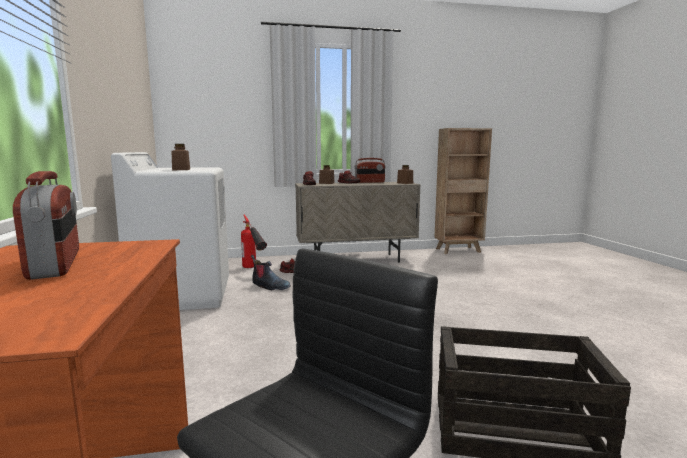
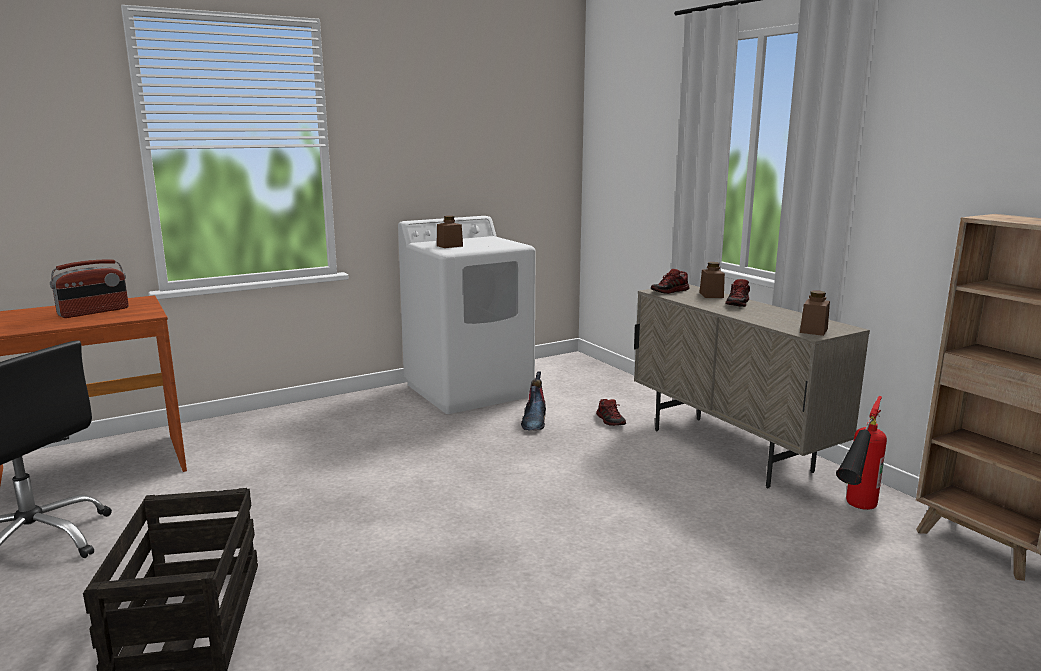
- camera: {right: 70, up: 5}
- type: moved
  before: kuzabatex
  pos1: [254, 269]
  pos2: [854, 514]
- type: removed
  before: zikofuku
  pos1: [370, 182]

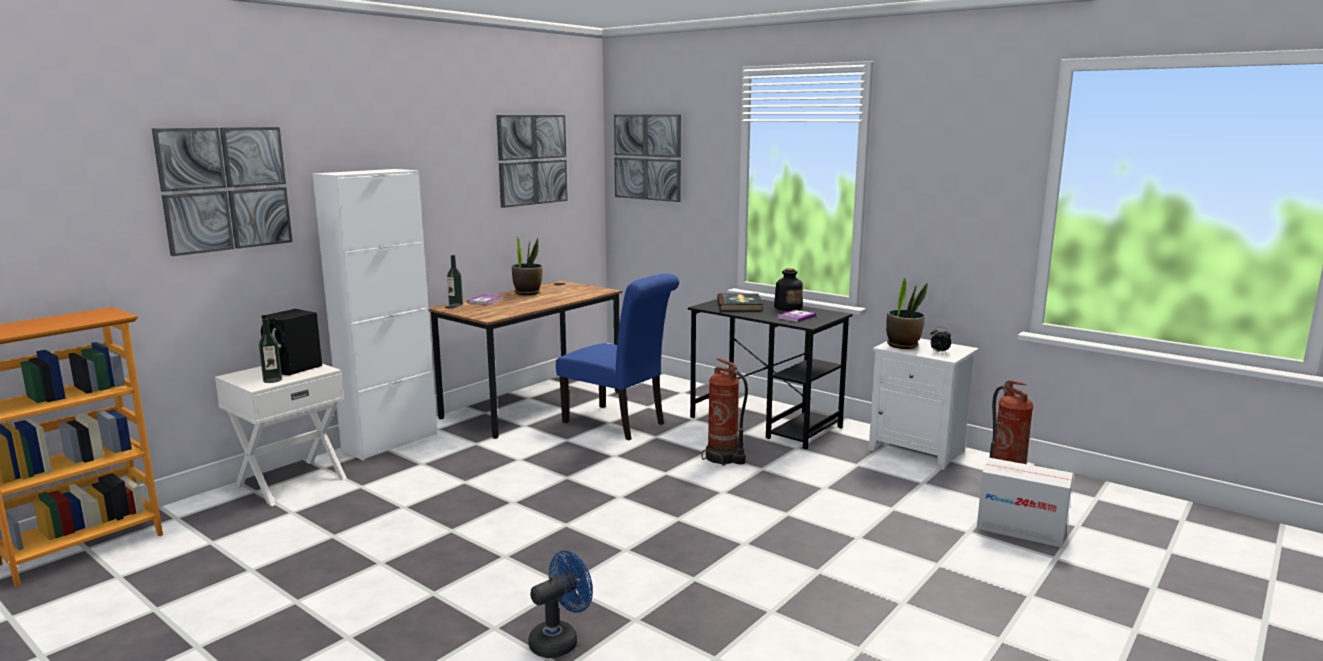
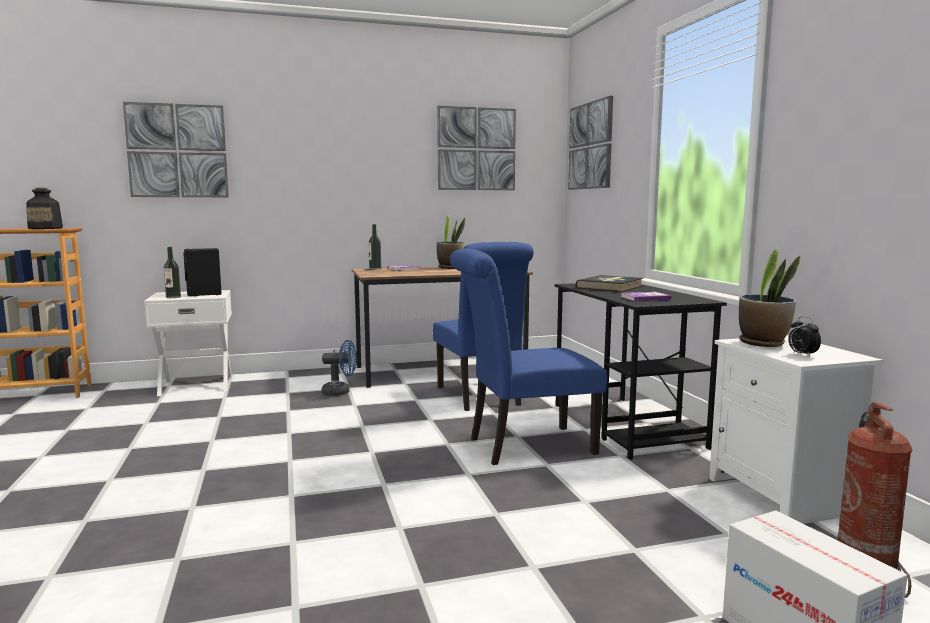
- camera: {right: 35, up: -5}
- type: removed
  before: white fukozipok
  pos1: [390, 442]
- type: moved
  before: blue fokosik
  pos1: [560, 640]
  pos2: [340, 392]
- type: replaced
  before: kuzabatex
  after: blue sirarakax
  pos1: [723, 459]
  pos2: [523, 446]
- type: moved
  before: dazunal
  pos1: [788, 307]
  pos2: [46, 228]

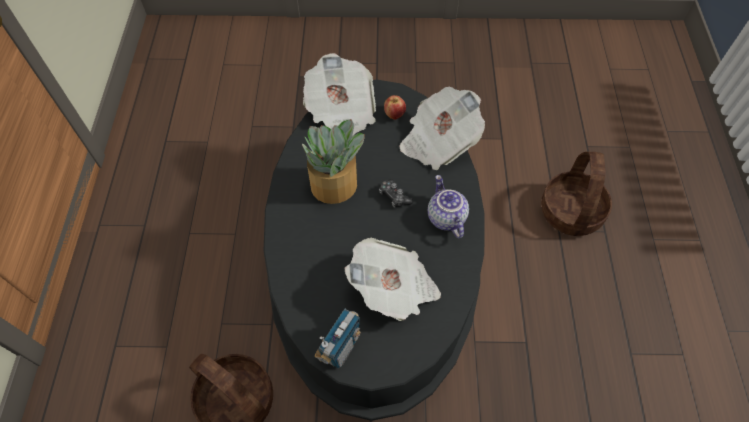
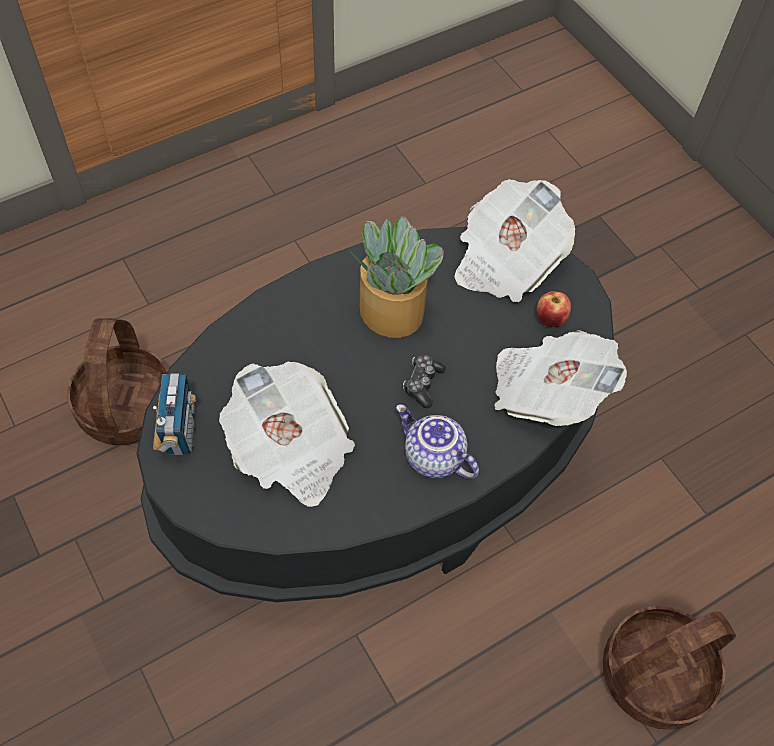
- camera: {right: 55, up: 0}
- type: turned
  before: zikofuku
  pos1: [340, 348]
  pos2: [179, 433]
  turn: -90
- type: turned
  before: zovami
  pos1: [445, 217]
  pos2: [432, 457]
  turn: -90

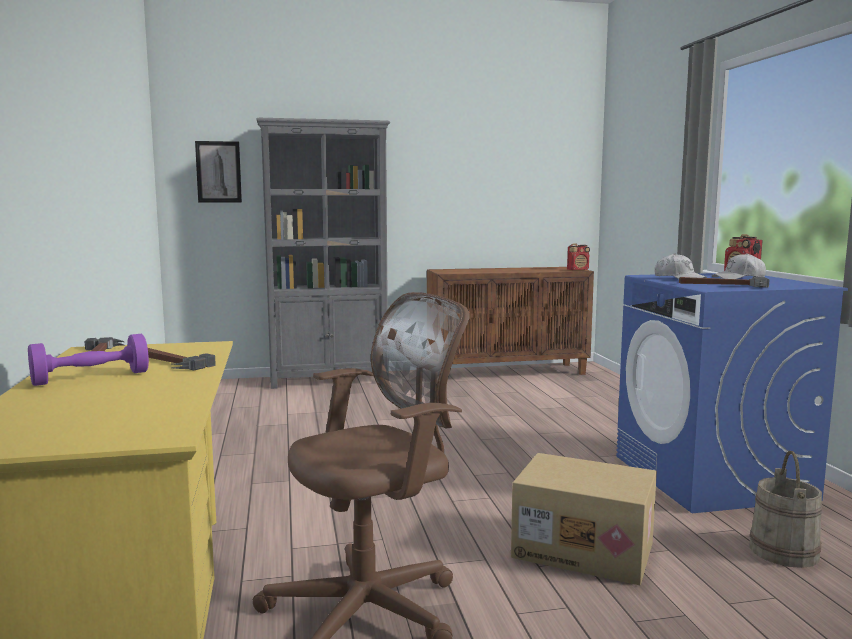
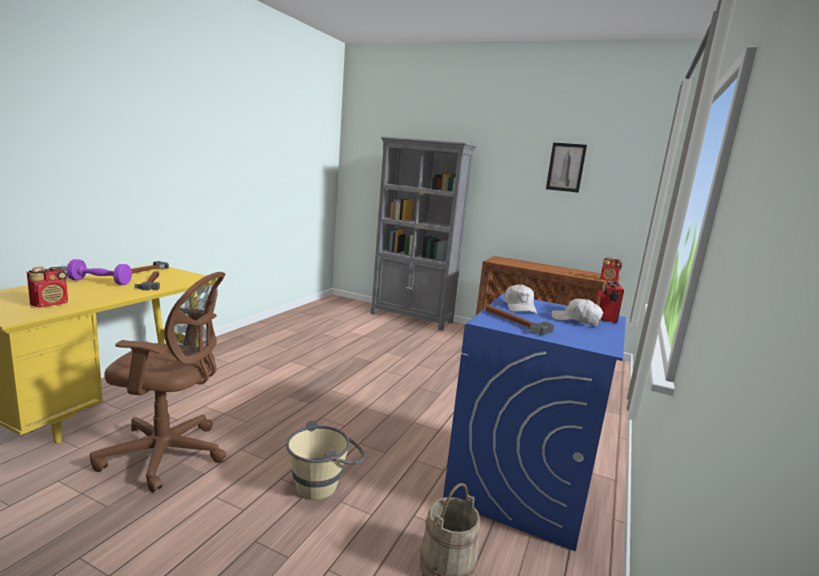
- camera: {right: 35, up: 5}
- type: moved
  before: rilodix
  pos1: [218, 172]
  pos2: [566, 167]
- type: replaced
  before: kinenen
  after: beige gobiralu
  pos1: [584, 549]
  pos2: [324, 484]
- type: added
  after: zikofuku
  pos2: [50, 304]

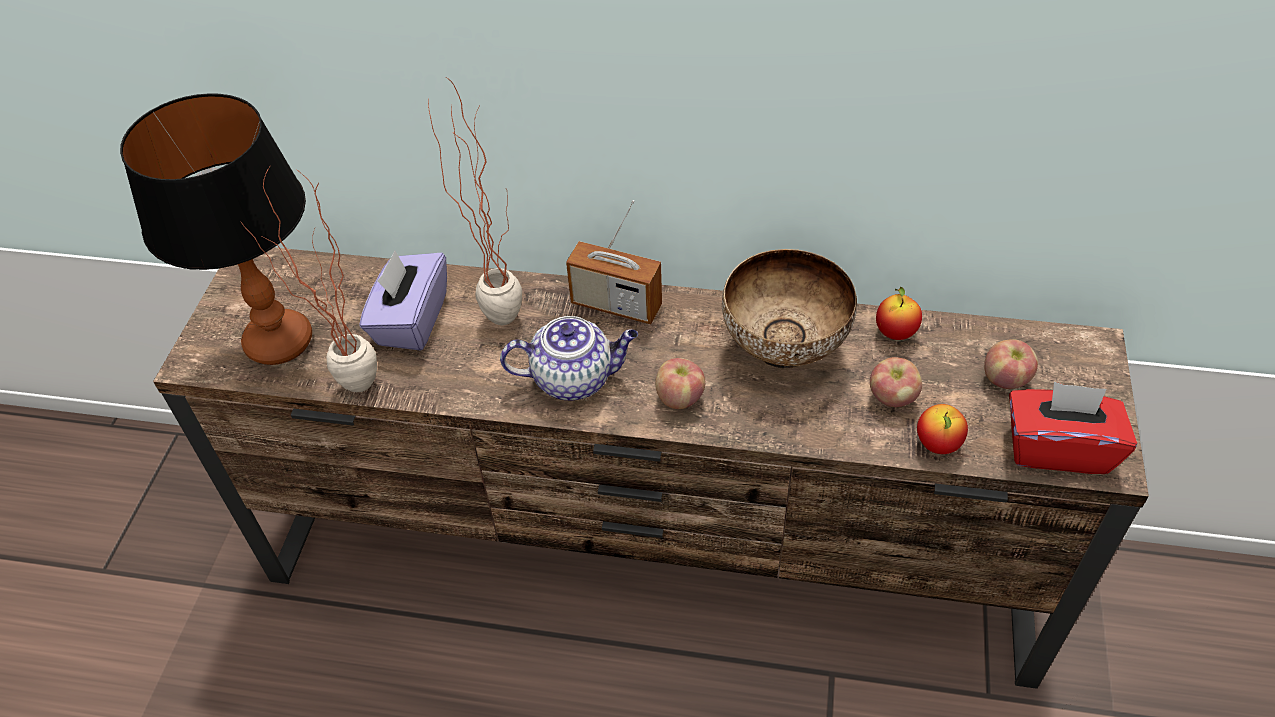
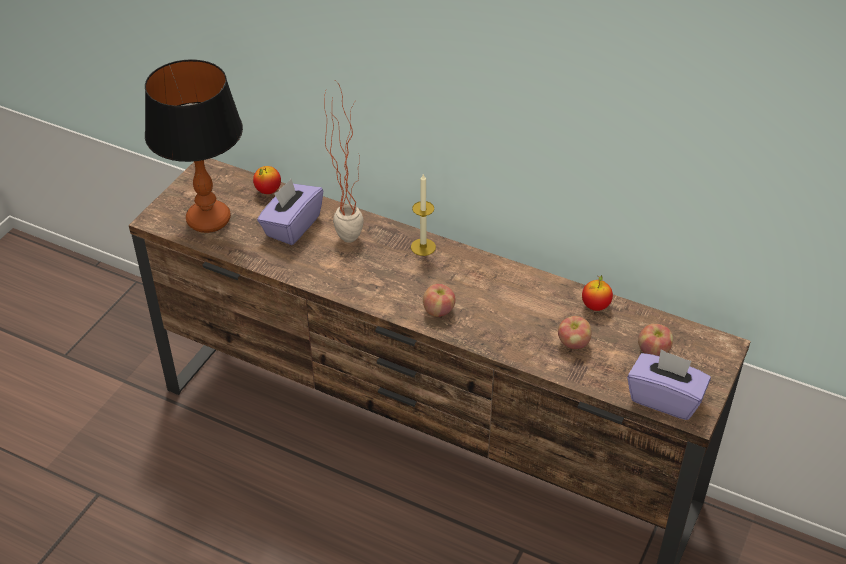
- camera: {right: 15, up: -5}
- type: removed
  before: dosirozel
  pos1: [348, 394]
- type: removed
  before: zovami
  pos1: [574, 378]
- type: replaced
  before: zikofuku
  after: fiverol
  pos1: [616, 305]
  pos2: [423, 247]
- type: removed
  before: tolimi
  pos1: [784, 350]
- type: moved
  before: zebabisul
  pos1: [937, 444]
  pos2: [268, 191]
- type: recoloured
  before: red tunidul
  after: purple tunidul
  pos1: [1057, 448]
  pos2: [665, 398]

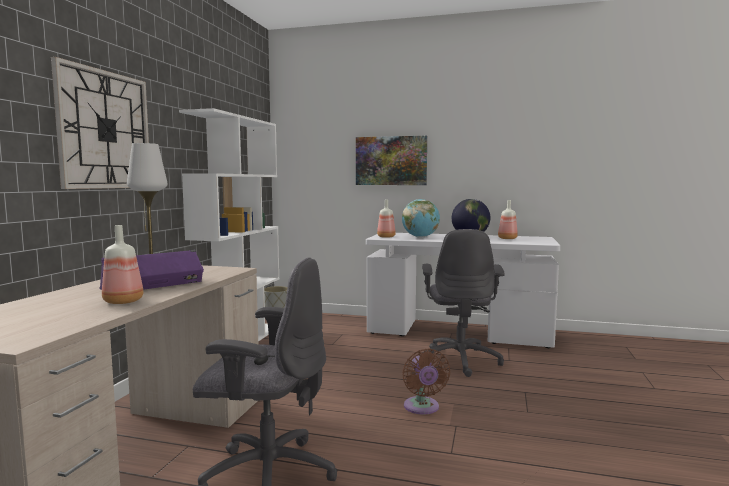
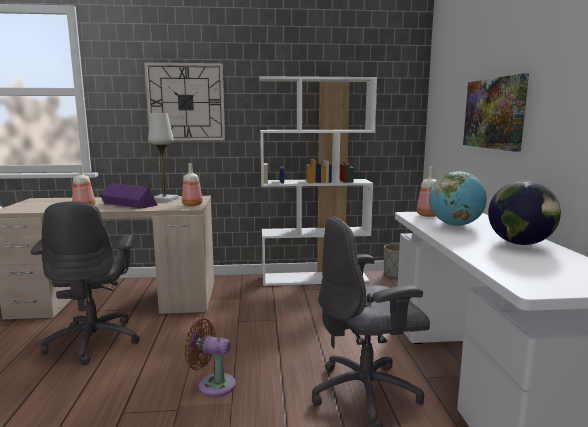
- camera: {right: 70, up: 5}
- type: turned
  before: brown fokosik
  pos1: [422, 408]
  pos2: [213, 384]
  turn: 45
- type: moved
  before: dazunal
  pos1: [506, 238]
  pos2: [192, 204]

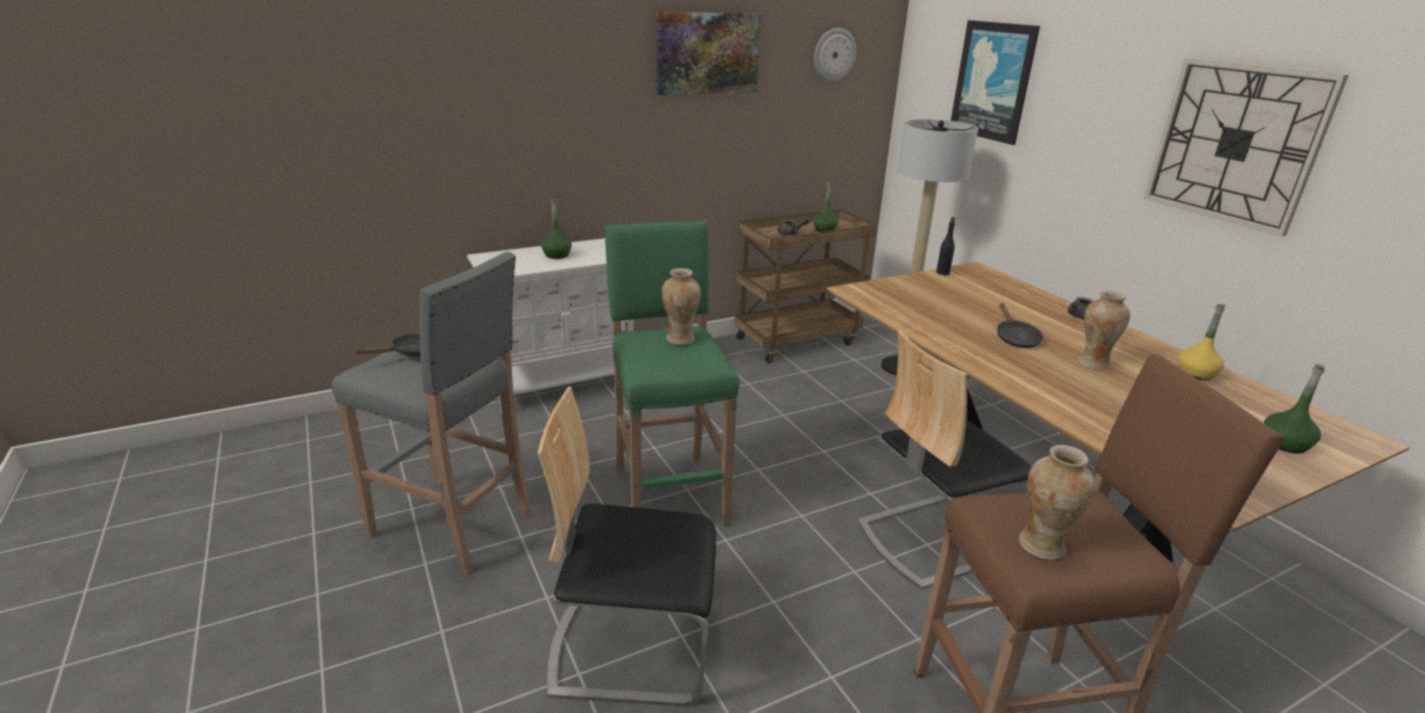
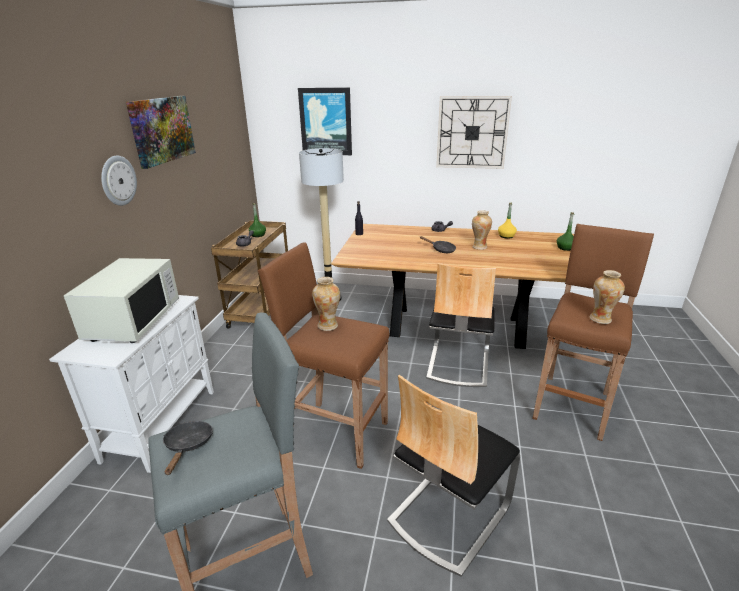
- camera: {right: -50, up: 0}
- type: replaced
  before: green dazunal
  after: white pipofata
  pos1: [557, 255]
  pos2: [134, 321]
- type: recoloured
  before: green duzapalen
  after: brown duzapalen
  pos1: [668, 493]
  pos2: [335, 432]
- type: moved
  before: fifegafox
  pos1: [834, 54]
  pos2: [118, 180]

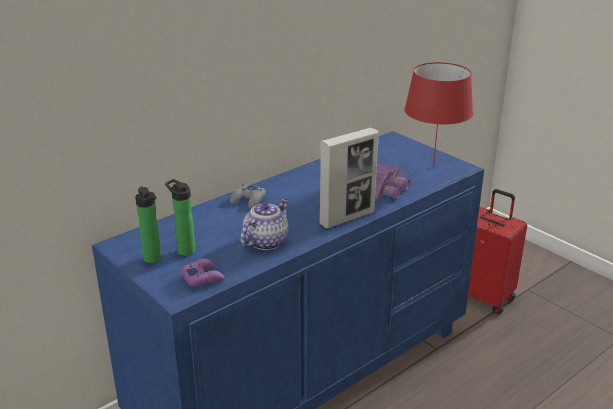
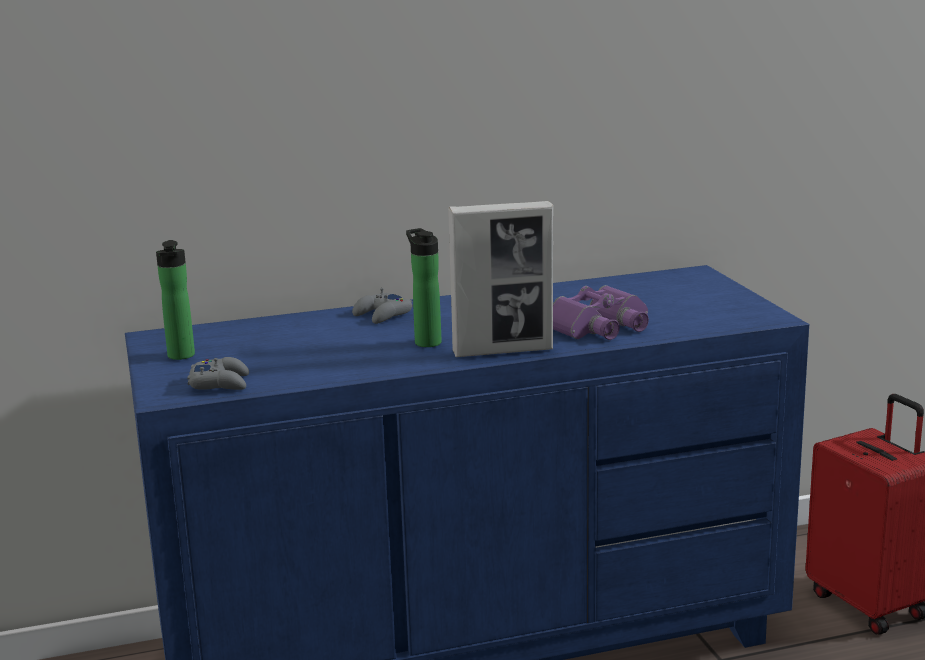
- camera: {right: 25, up: -10}
- type: moved
  before: dazunal
  pos1: [184, 250]
  pos2: [426, 342]
- type: recoloured
  before: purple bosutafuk
  after: grey bosutafuk
  pos1: [202, 278]
  pos2: [220, 383]
- type: removed
  before: zovami
  pos1: [266, 241]
- type: removed
  before: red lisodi
  pos1: [433, 166]

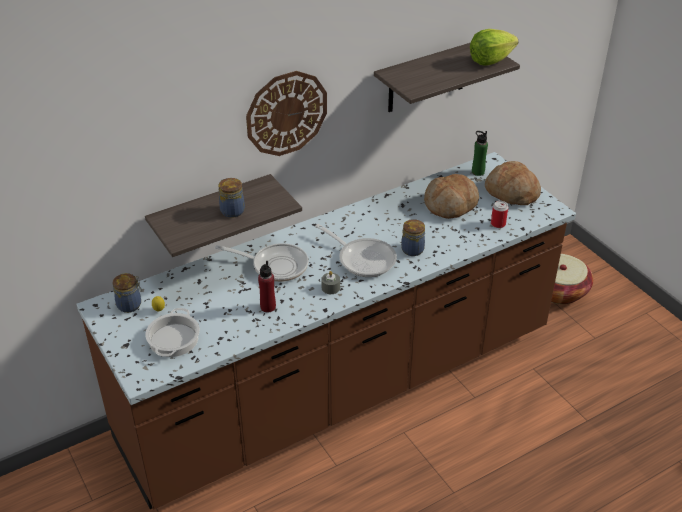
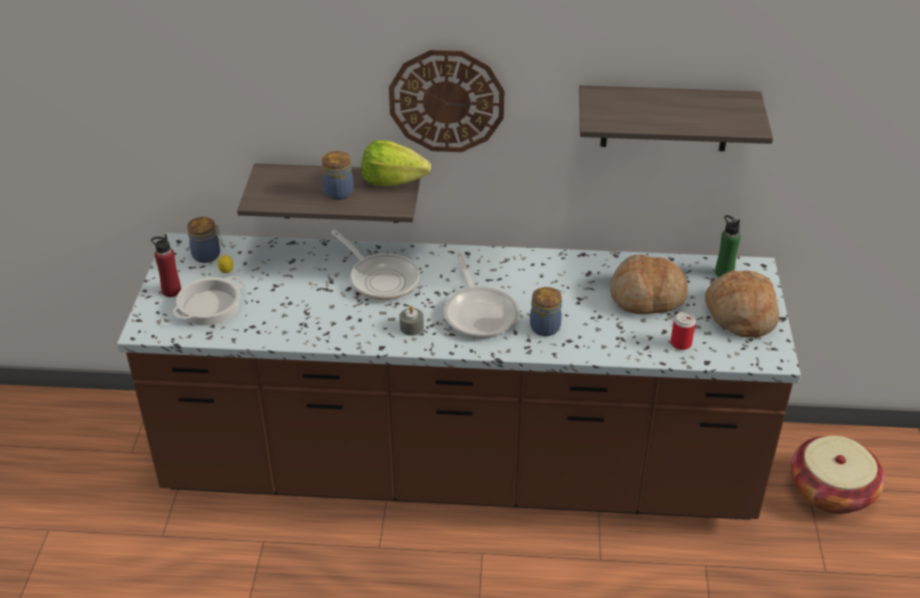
- camera: {right: 35, up: 0}
- type: moved
  before: red dazunal
  pos1: [268, 307]
  pos2: [171, 291]
- type: moved
  before: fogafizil
  pos1: [490, 60]
  pos2: [392, 181]

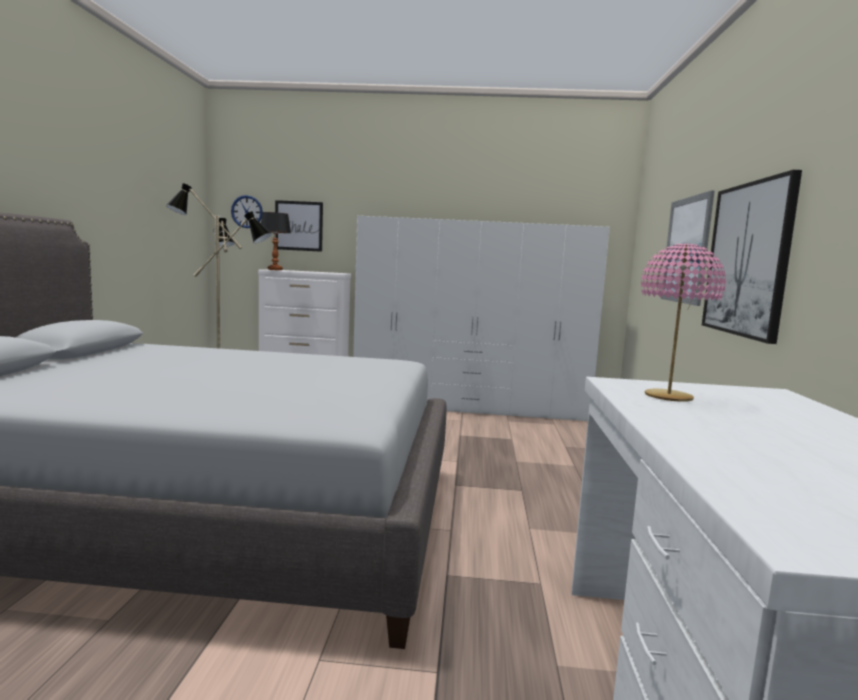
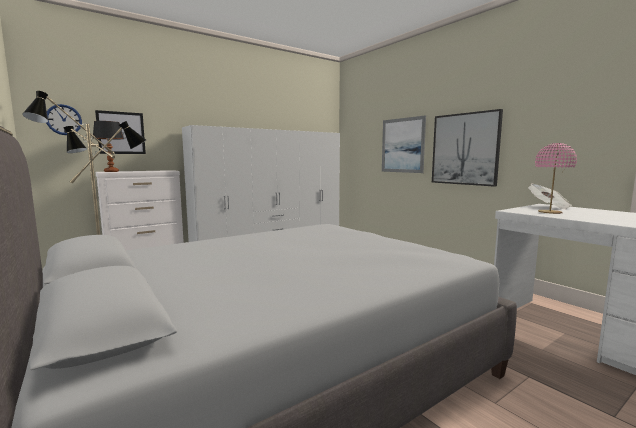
- camera: {right: -40, up: 0}
- type: added
  after: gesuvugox
  pos2: [549, 207]

